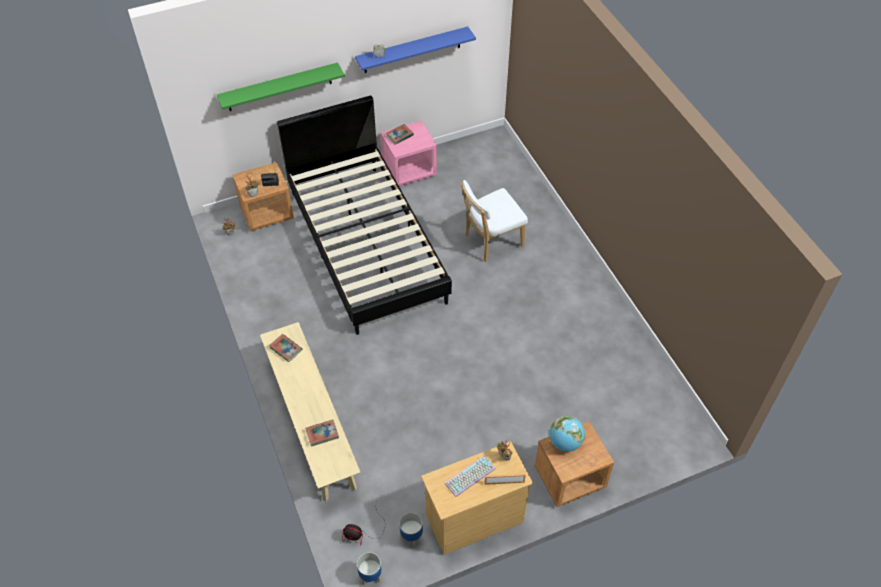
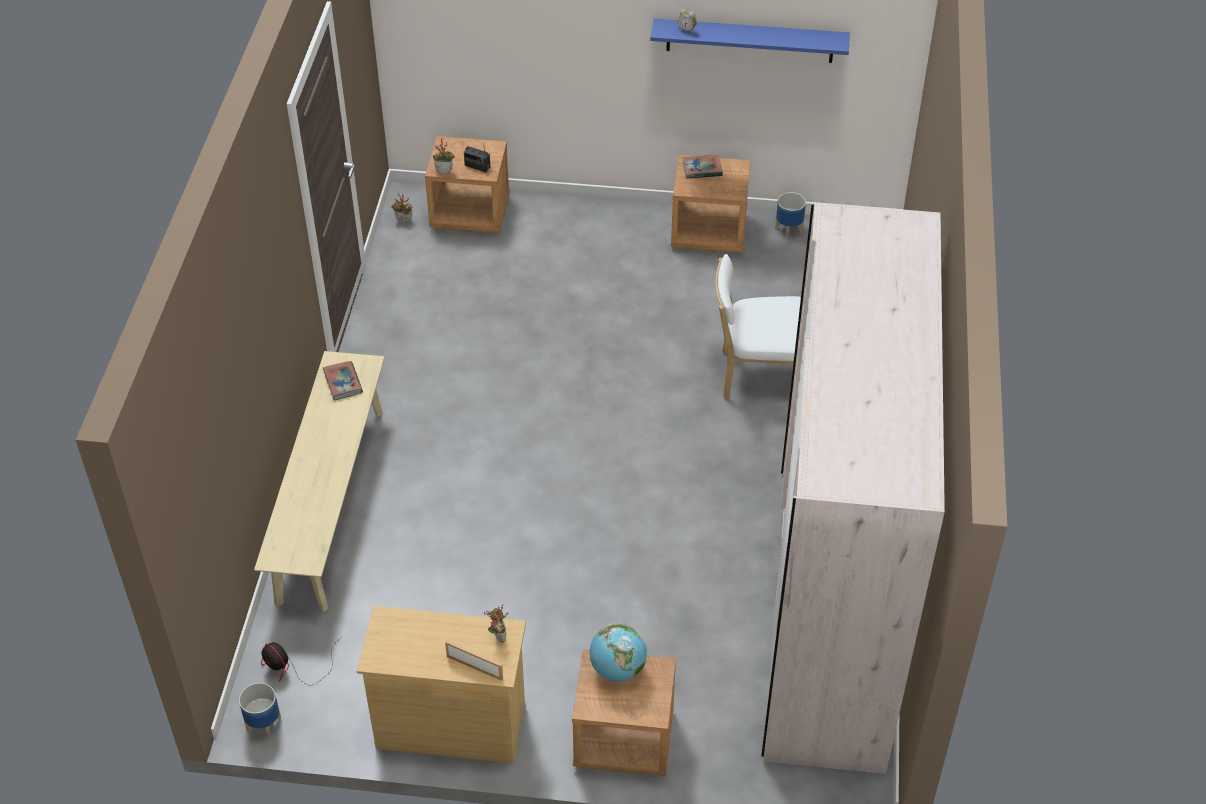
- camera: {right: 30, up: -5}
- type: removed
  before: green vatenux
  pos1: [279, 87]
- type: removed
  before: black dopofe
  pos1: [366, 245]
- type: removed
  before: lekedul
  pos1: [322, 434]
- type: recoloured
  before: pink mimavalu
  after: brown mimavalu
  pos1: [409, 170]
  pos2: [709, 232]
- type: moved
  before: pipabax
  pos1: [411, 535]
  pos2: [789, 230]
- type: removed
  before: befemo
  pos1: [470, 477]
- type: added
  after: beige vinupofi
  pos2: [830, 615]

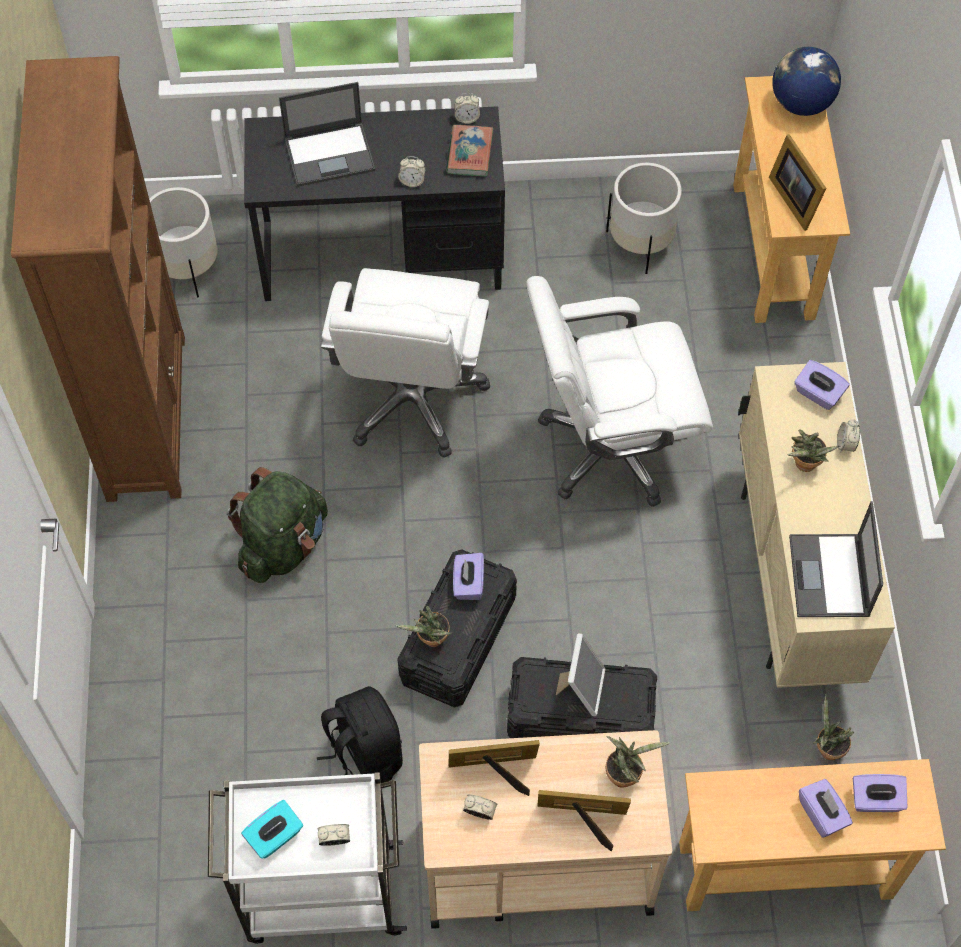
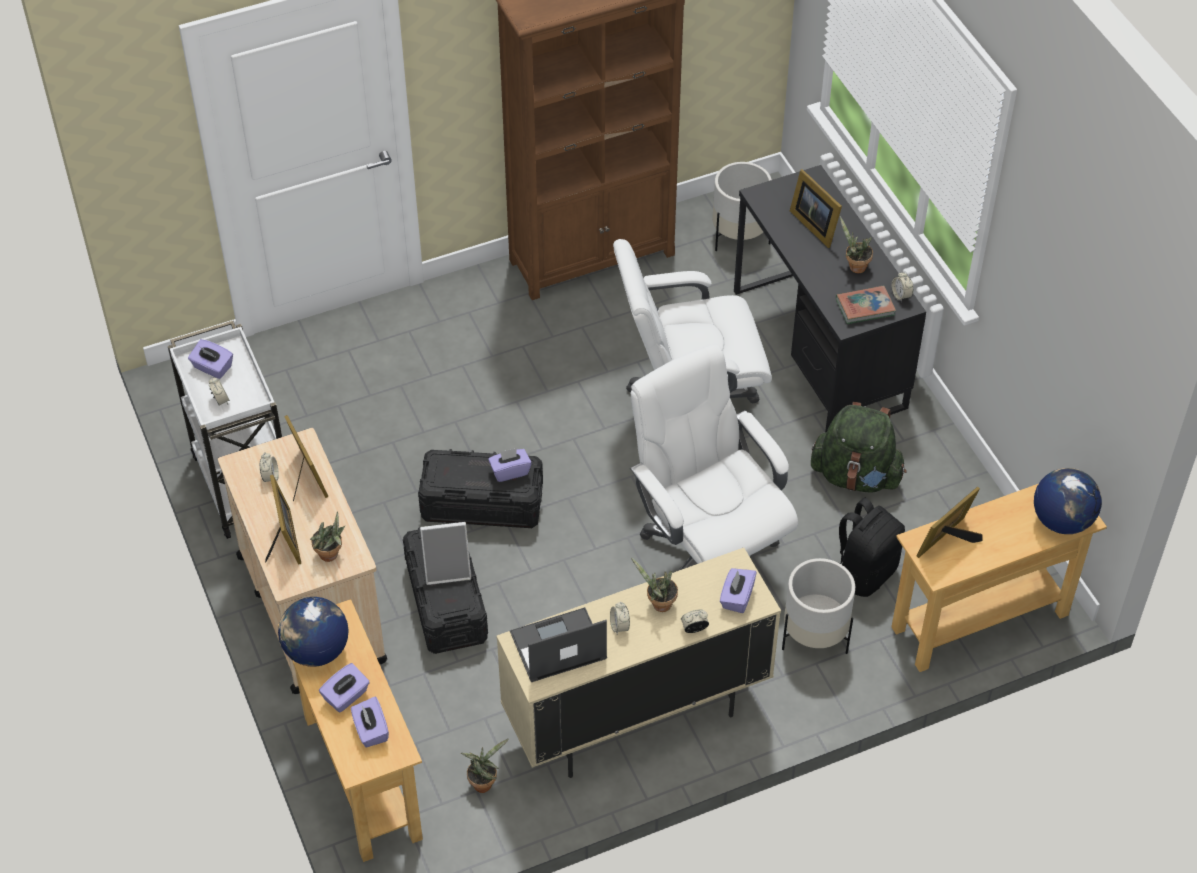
- camera: {right: 70, up: -10}
- type: moved
  before: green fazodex
  pos1: [283, 545]
  pos2: [856, 476]
- type: recoloured
  before: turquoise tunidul
  after: purple tunidul
  pos1: [275, 836]
  pos2: [212, 368]
- type: replaced
  before: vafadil
  after: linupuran
  pos1: [330, 154]
  pos2: [814, 224]
- type: moved
  before: black fazodex
  pos1: [364, 755]
  pos2: [864, 572]
- type: moved
  before: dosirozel
  pos1: [431, 640]
  pos2: [854, 266]
- type: moved
  before: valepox
  pos1: [412, 181]
  pos2: [619, 626]
- type: moved
  before: white pipabax
  pos1: [640, 243]
  pos2: [815, 636]
- type: added
  after: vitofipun
  pos2: [316, 651]

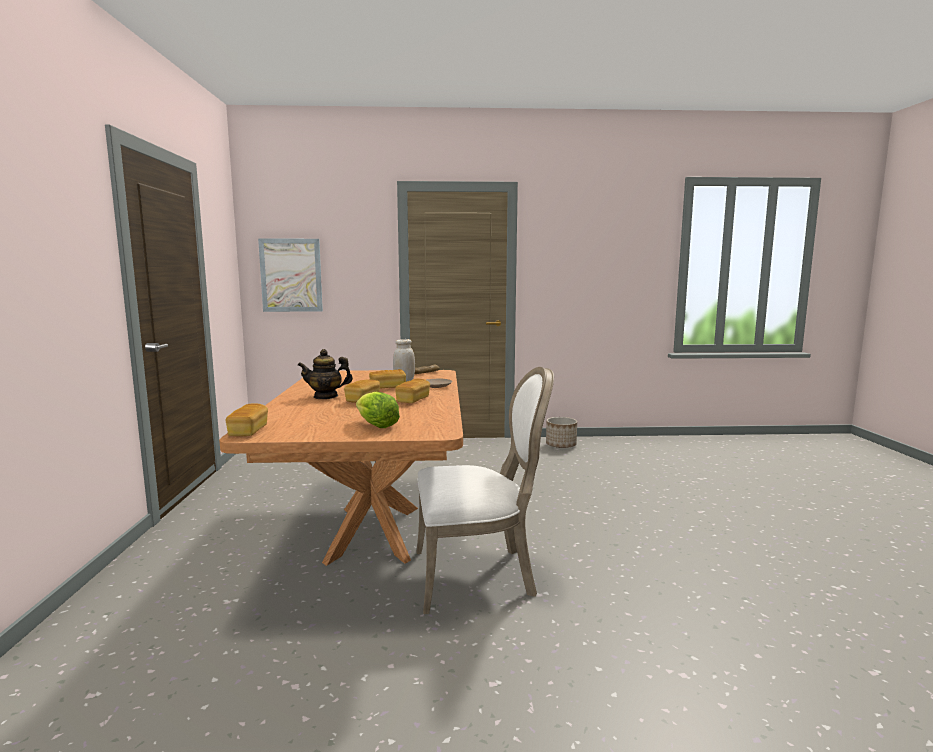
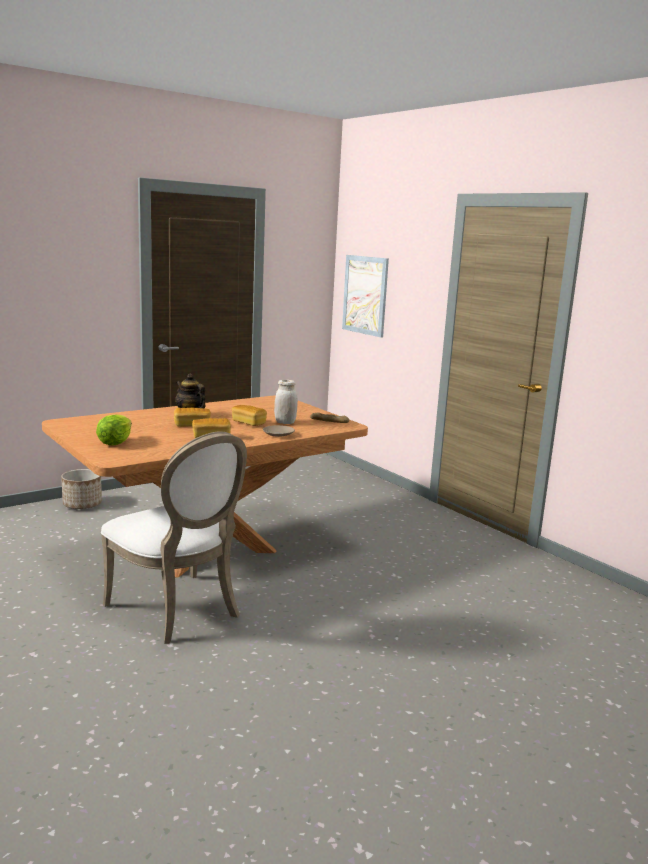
- camera: {right: 55, up: 5}
- type: removed
  before: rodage
  pos1: [248, 431]
- type: moved
  before: pipabax
  pos1: [560, 445]
  pos2: [82, 504]

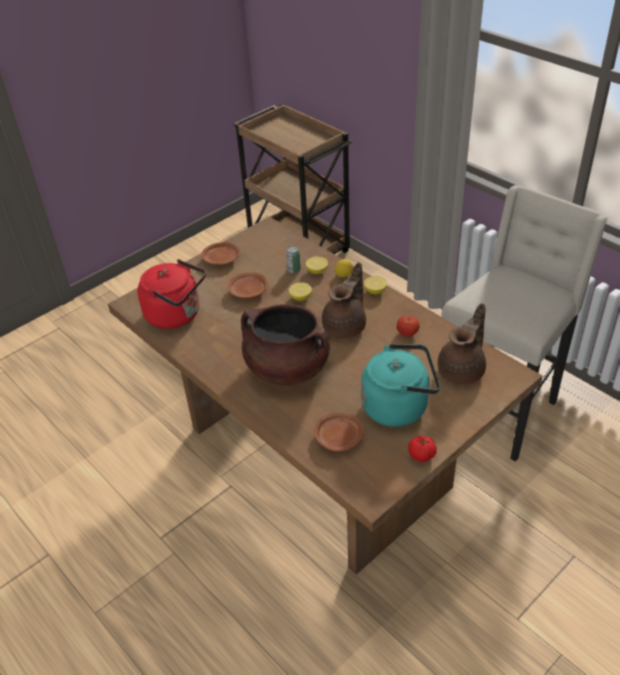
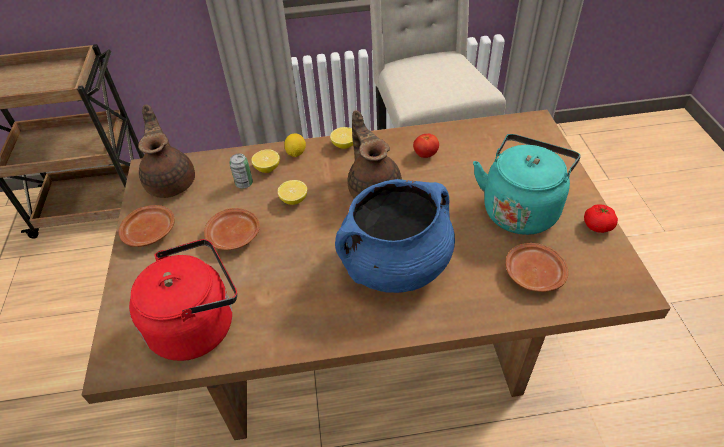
- camera: {right: -55, up: 5}
- type: recoloured
  before: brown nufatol
  after: blue nufatol
  pos1: [287, 369]
  pos2: [395, 265]
- type: moved
  before: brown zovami
  pos1: [462, 370]
  pos2: [172, 181]

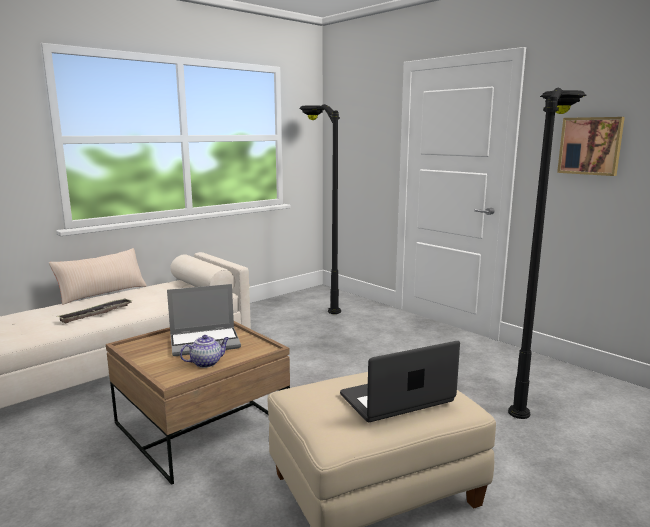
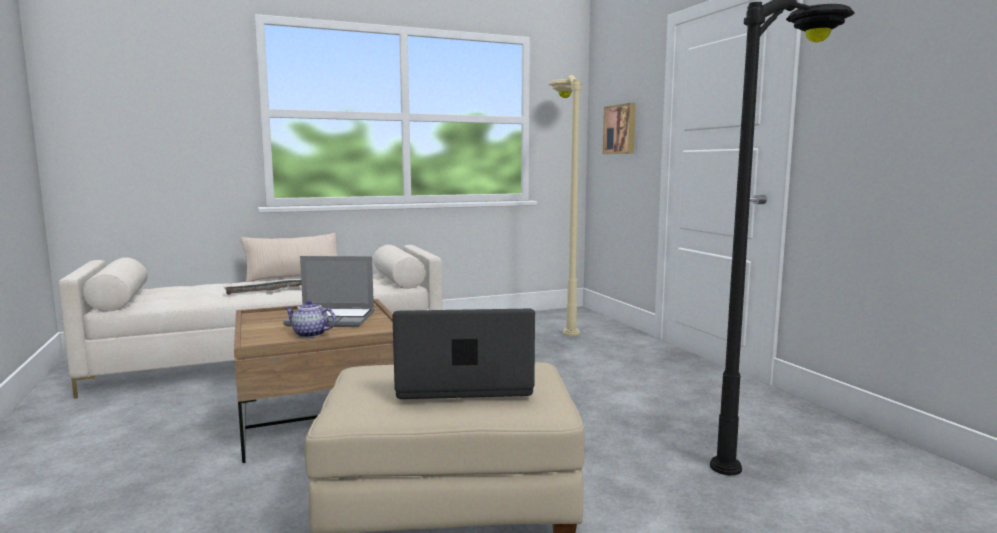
- camera: {right: 20, up: -5}
- type: turned
  before: zovami
  pos1: [206, 363]
  pos2: [309, 334]
  turn: -150
- type: recoloured
  before: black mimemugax
  after: beige mimemugax
  pos1: [319, 299]
  pos2: [564, 320]
- type: moved
  before: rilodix
  pos1: [590, 146]
  pos2: [621, 129]

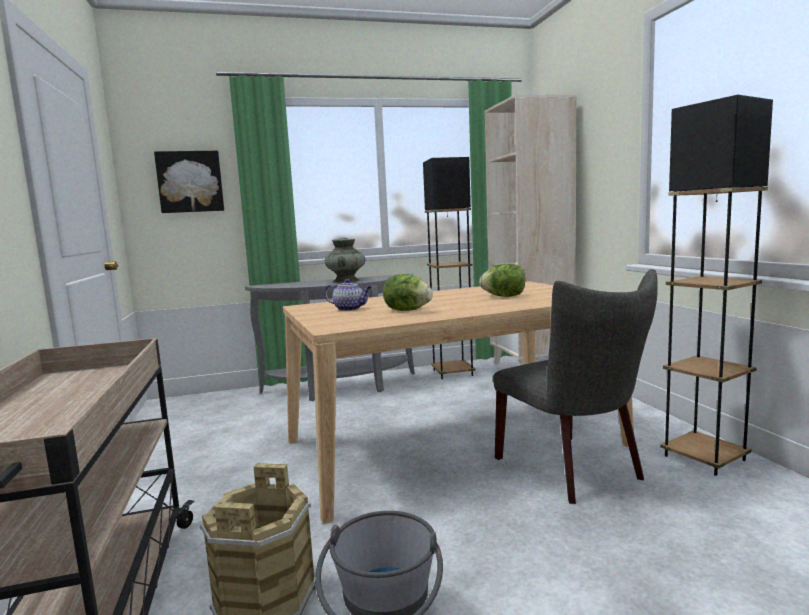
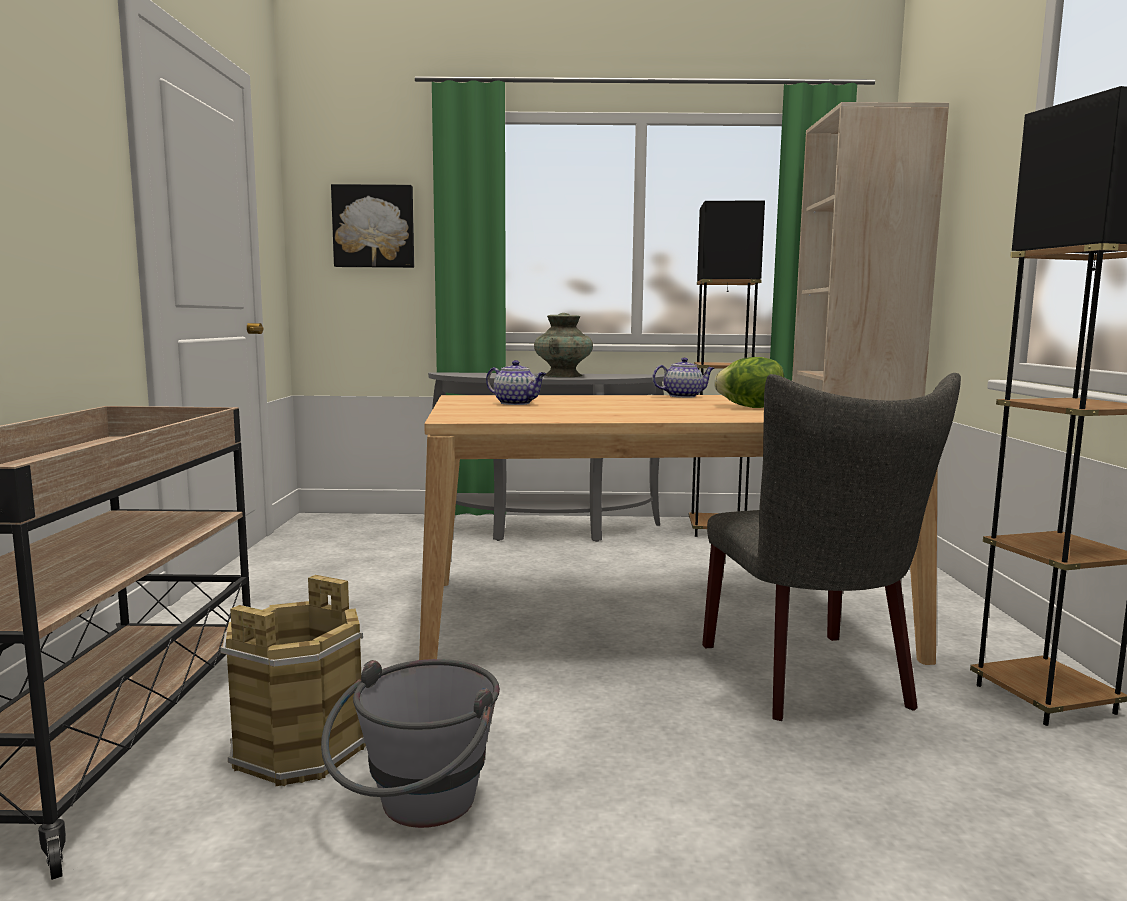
- camera: {right: 15, up: 0}
- type: removed
  before: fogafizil
  pos1: [407, 310]
- type: added
  after: zovami
  pos2: [683, 396]

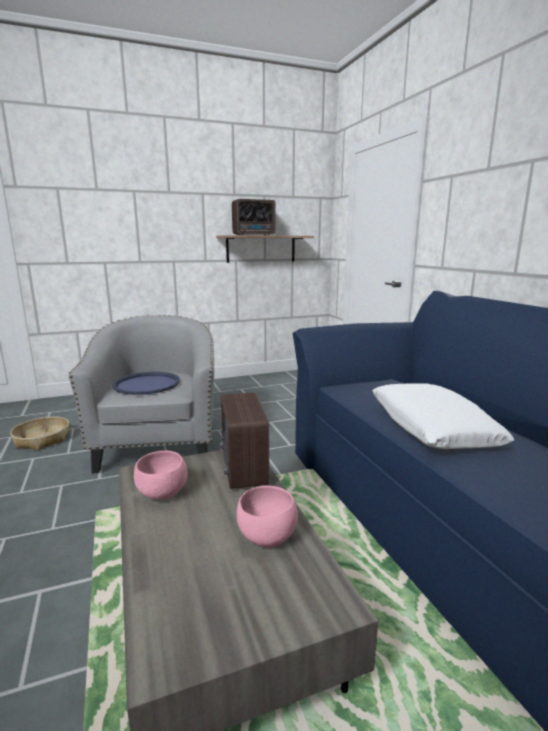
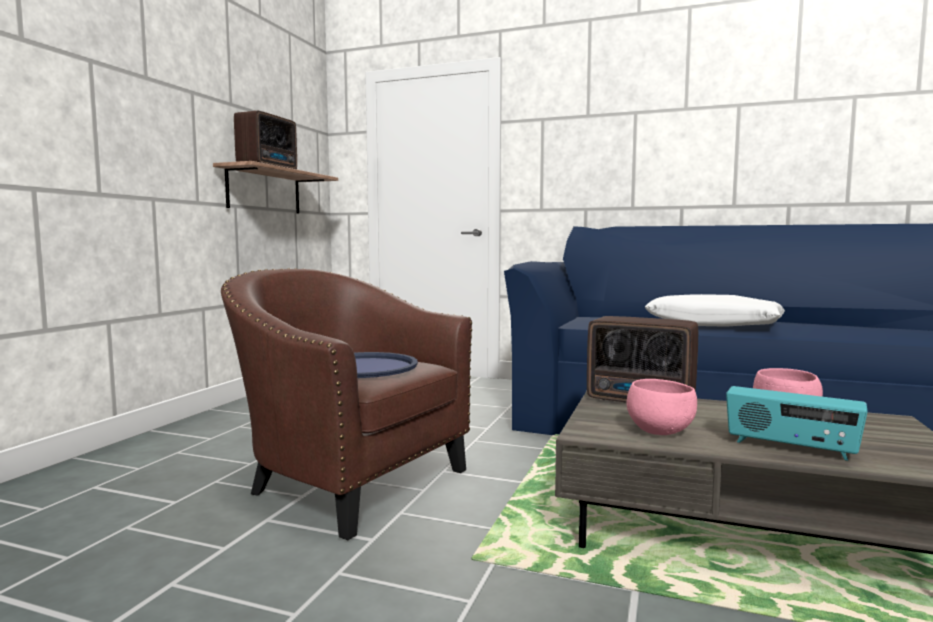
- camera: {right: -50, up: -10}
- type: removed
  before: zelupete
  pos1: [42, 439]
- type: recoloured
  before: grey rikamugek
  after: brown rikamugek
  pos1: [158, 445]
  pos2: [348, 482]
- type: added
  after: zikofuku
  pos2: [790, 448]

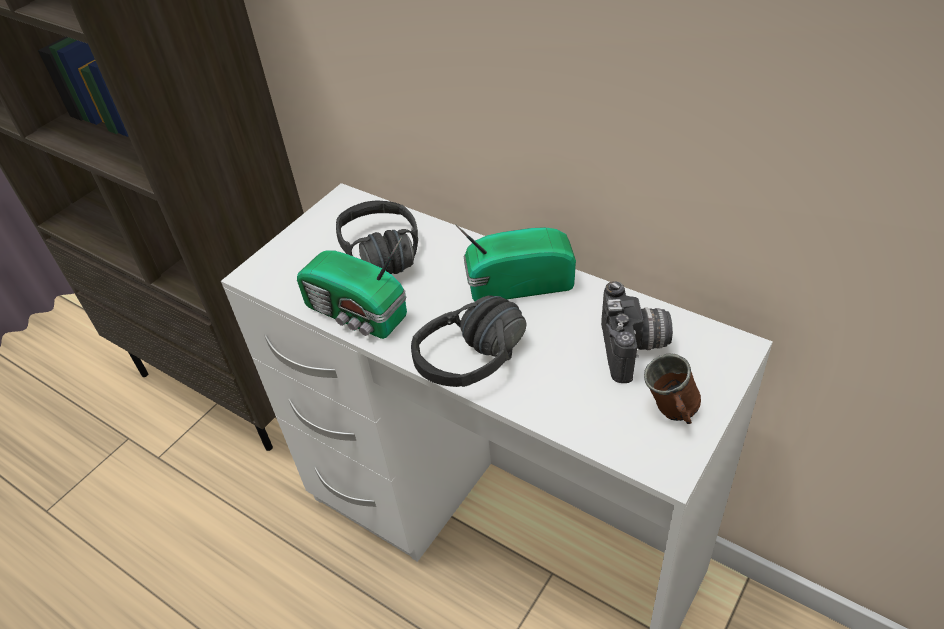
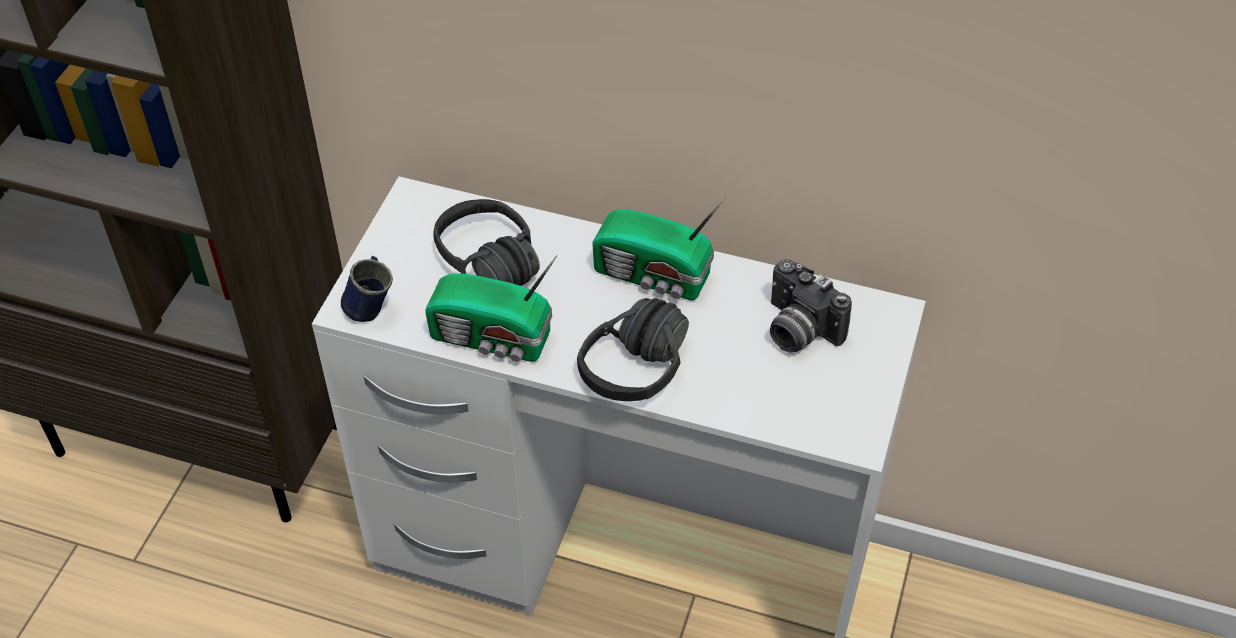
- camera: {right: -20, up: 5}
- type: turned
  before: zikofuku
  pos1: [516, 283]
  pos2: [654, 276]
  turn: -135
- type: turned
  before: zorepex
  pos1: [635, 349]
  pos2: [797, 330]
  turn: 150
- type: removed
  before: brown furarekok
  pos1: [672, 414]
- type: added
  after: blue furarekok
  pos2: [371, 305]

